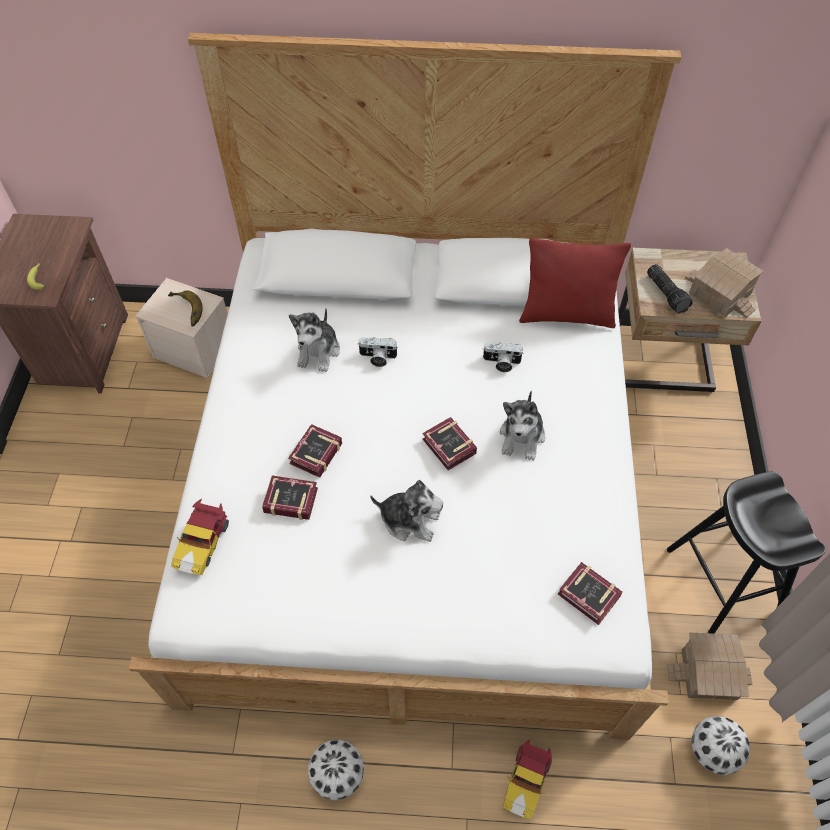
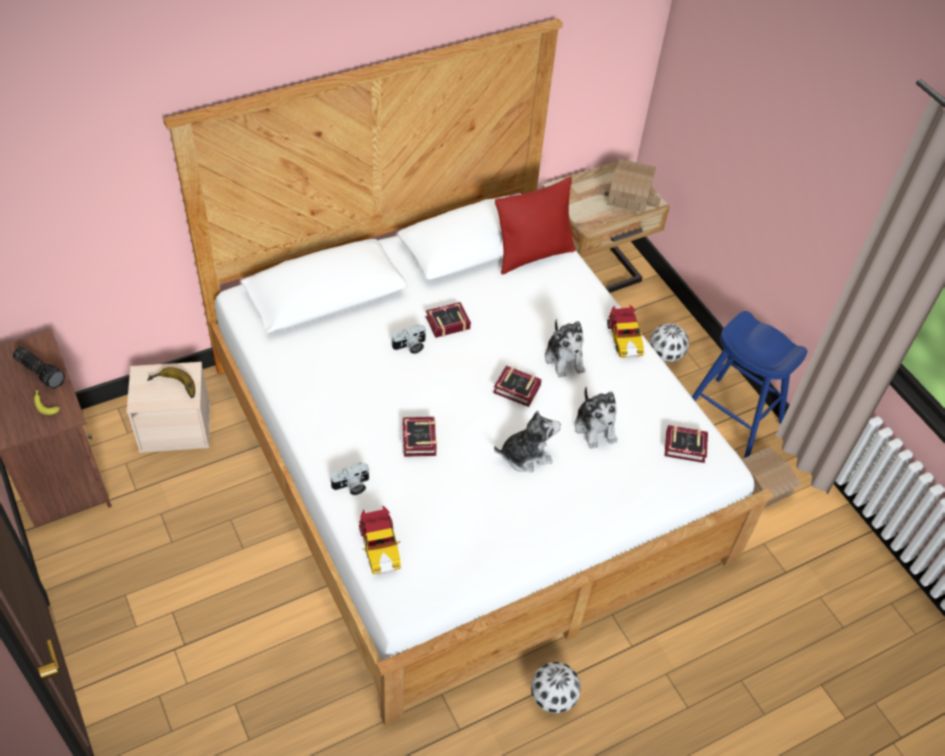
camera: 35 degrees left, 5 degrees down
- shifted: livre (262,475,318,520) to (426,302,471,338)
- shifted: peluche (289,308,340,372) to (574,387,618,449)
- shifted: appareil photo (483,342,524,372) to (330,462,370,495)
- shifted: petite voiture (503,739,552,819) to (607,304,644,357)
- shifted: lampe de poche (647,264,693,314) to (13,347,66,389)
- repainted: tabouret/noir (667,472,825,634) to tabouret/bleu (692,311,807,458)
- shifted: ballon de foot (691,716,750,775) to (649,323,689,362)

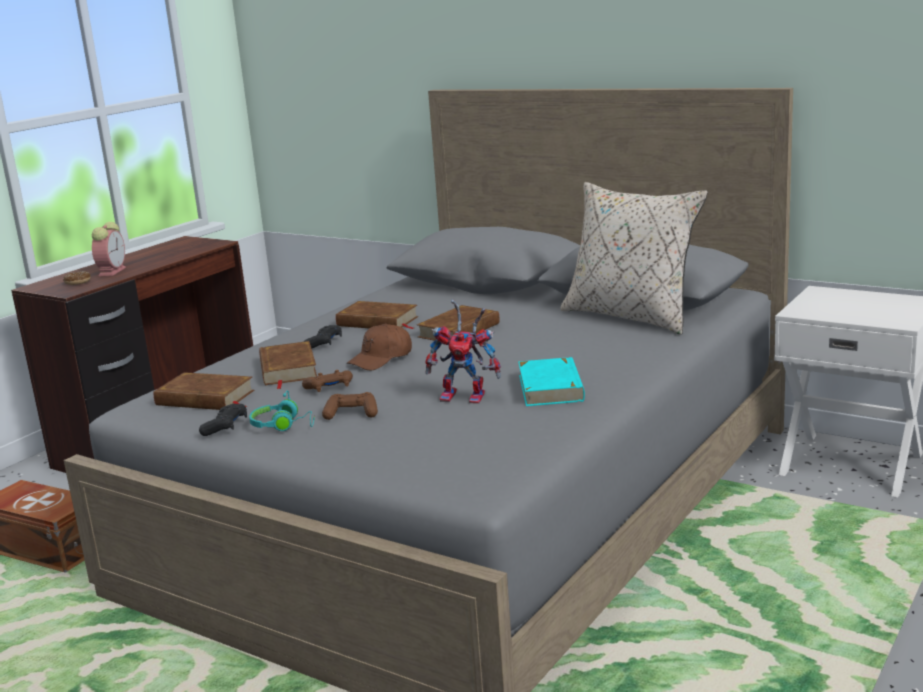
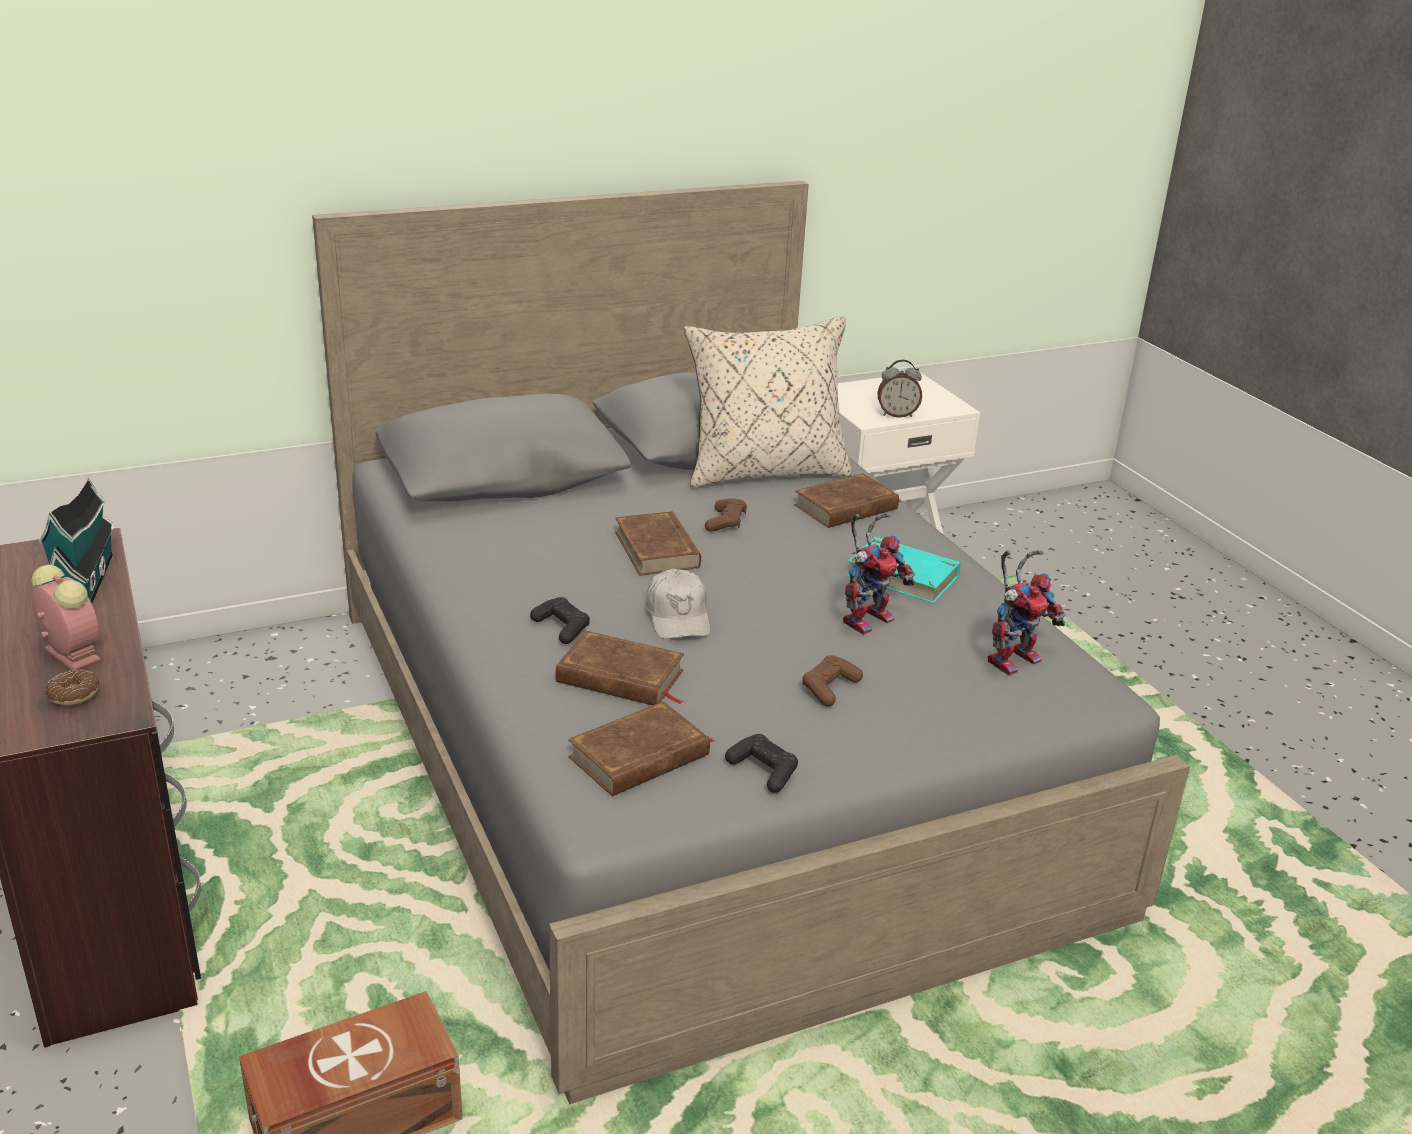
camera: 60 degrees left, 10 degrees up
- gone: casque audio/turquoise (249,390,315,431)
- shifted: manette/marron (302,370,353,392) to (705,499,747,532)
- shifted: livre/marron (336,301,418,329) to (794,473,902,528)
- repainted: casquette/marron (347,324,412,371) to casquette/blanc (646,569,710,639)
- new: maison miniature (39,478,115,603)
- new: réveil (877,360,922,418)
- new: robot jouet (988,550,1066,676)

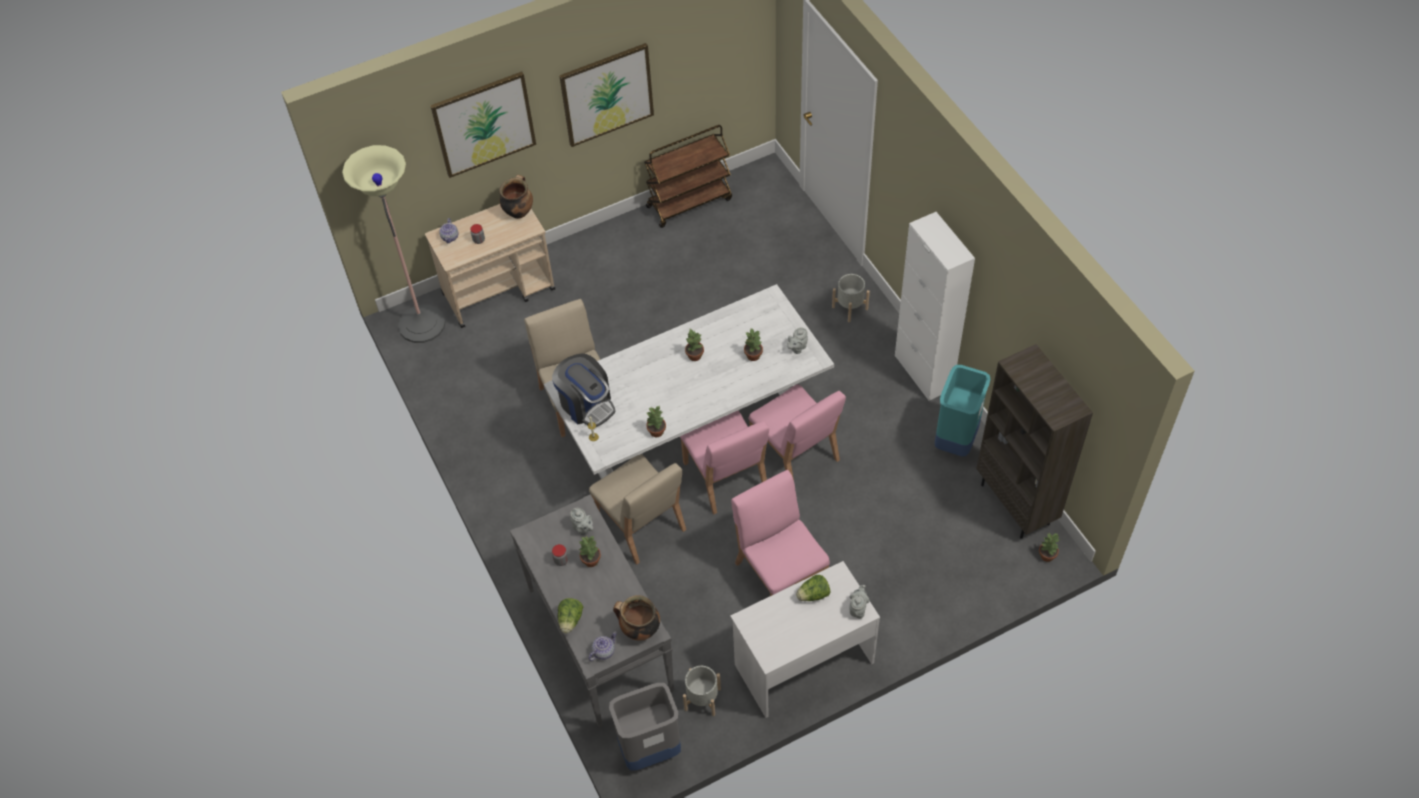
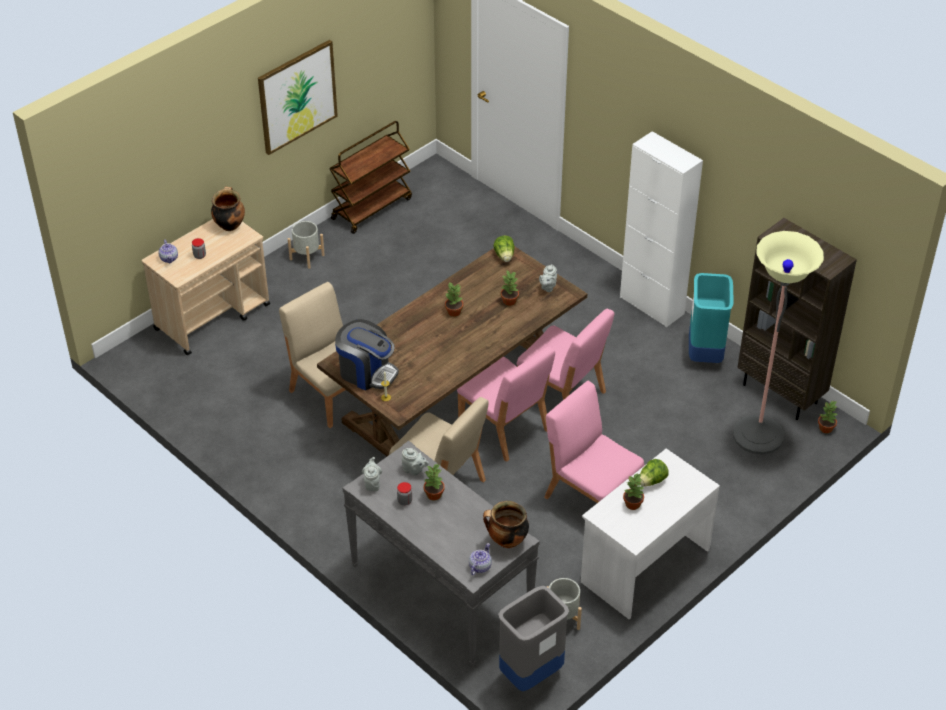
camera: 20 degrees left, 10 degrees down
- shifted: lampadaire (342,145,446,343) to (733,231,824,455)
- gone: tableau (430,72,536,178)
- repainted: table à manger/blanc (544,284,834,479) to table à manger/marron (317,246,587,456)
- shifted: laitue (558,598,583,634) to (493,235,515,262)
- shifted: plante en pot (646,406,666,437) to (623,472,644,510)
- shifted: cache-pot/gris (832,274,870,322) to (288,221,325,269)
- shifted: théière/gris (849,585,870,619) to (362,457,382,491)

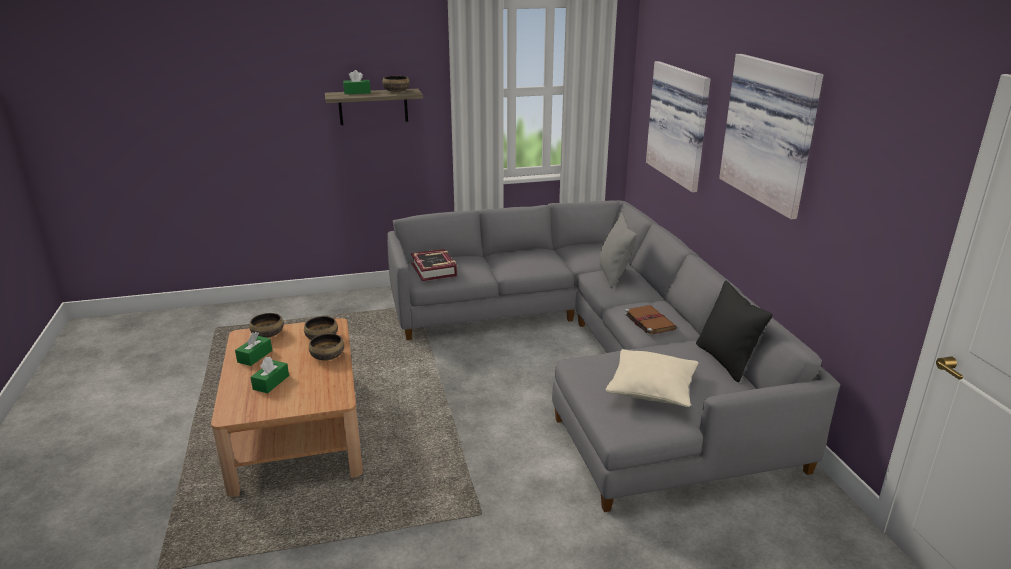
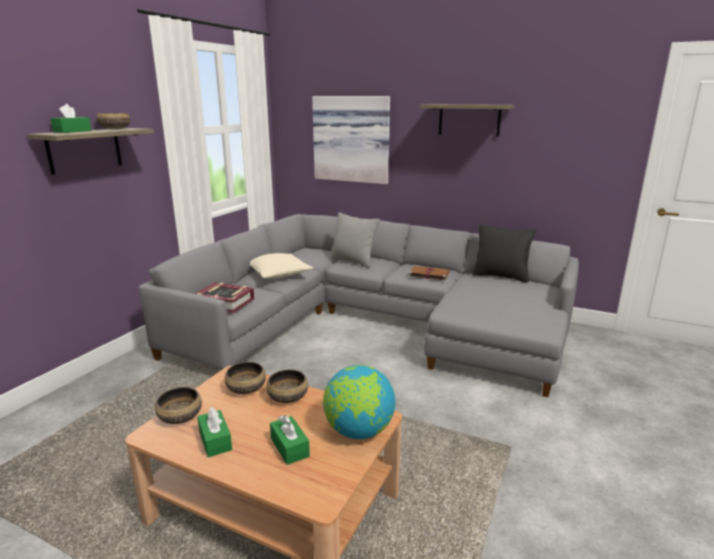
camera: 50 degrees left, 5 degrees down
- shifted: coussin/beige (606,349,699,407) to (250,253,314,279)
- swapped: tableau (719,54,823,219) to étagère (420,104,514,137)
- new: globe (323,365,395,439)

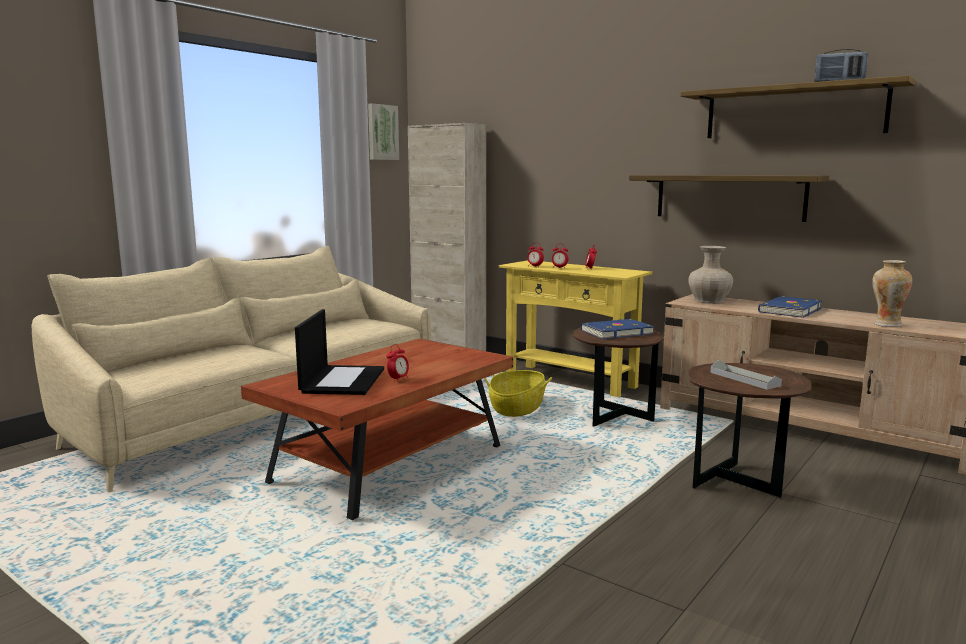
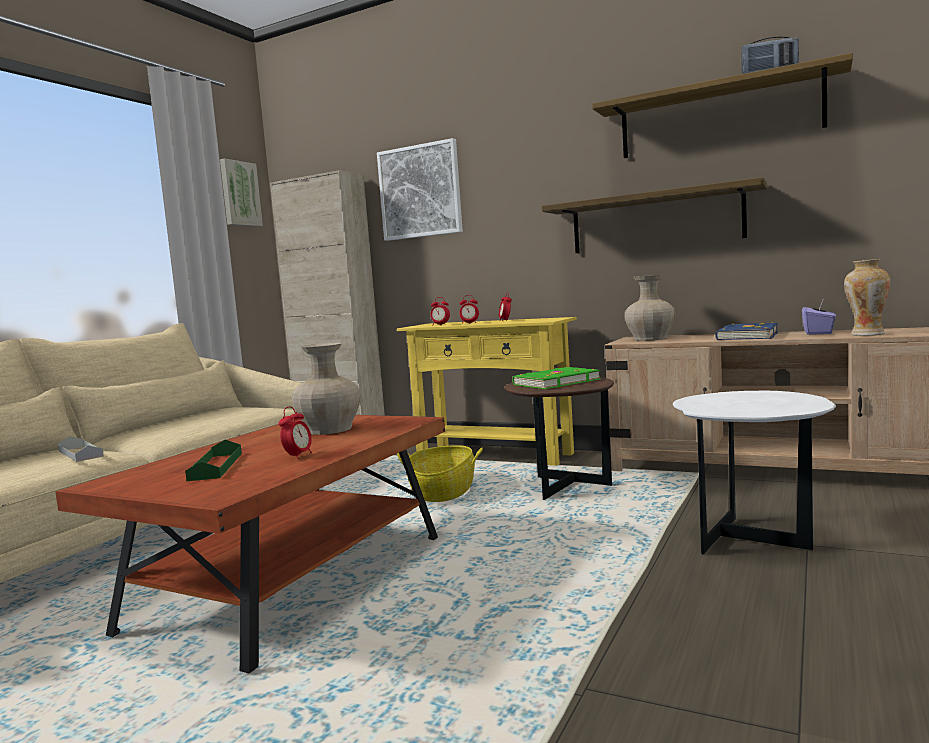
camera: 10 degrees left, 5 degrees down
- swapped: ordinateur portable (295,309,384,395) to plateau/vert (185,440,242,481)
- repainted: livre/bleu (581,319,655,339) to livre/vert (513,367,601,389)
- repainted: table d'appoint/marron (689,363,812,499) to table d'appoint/blanc (673,391,836,555)
- shifted: plateau/gris (710,360,782,390) to (58,436,104,462)
- new: vase/beige (292,343,360,435)
- new: tableau (377,138,463,241)
- new: boîte à mouchoirs/violet (802,298,836,335)

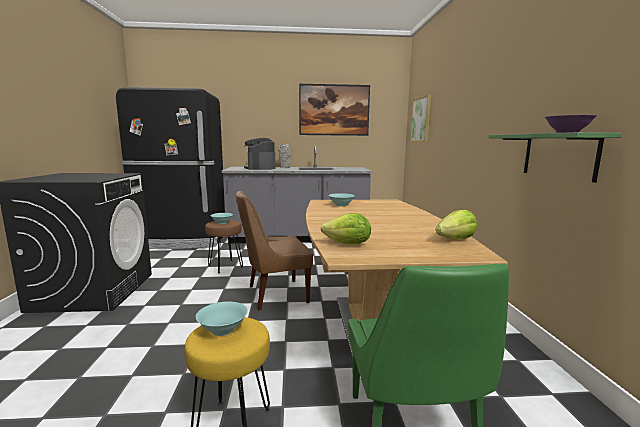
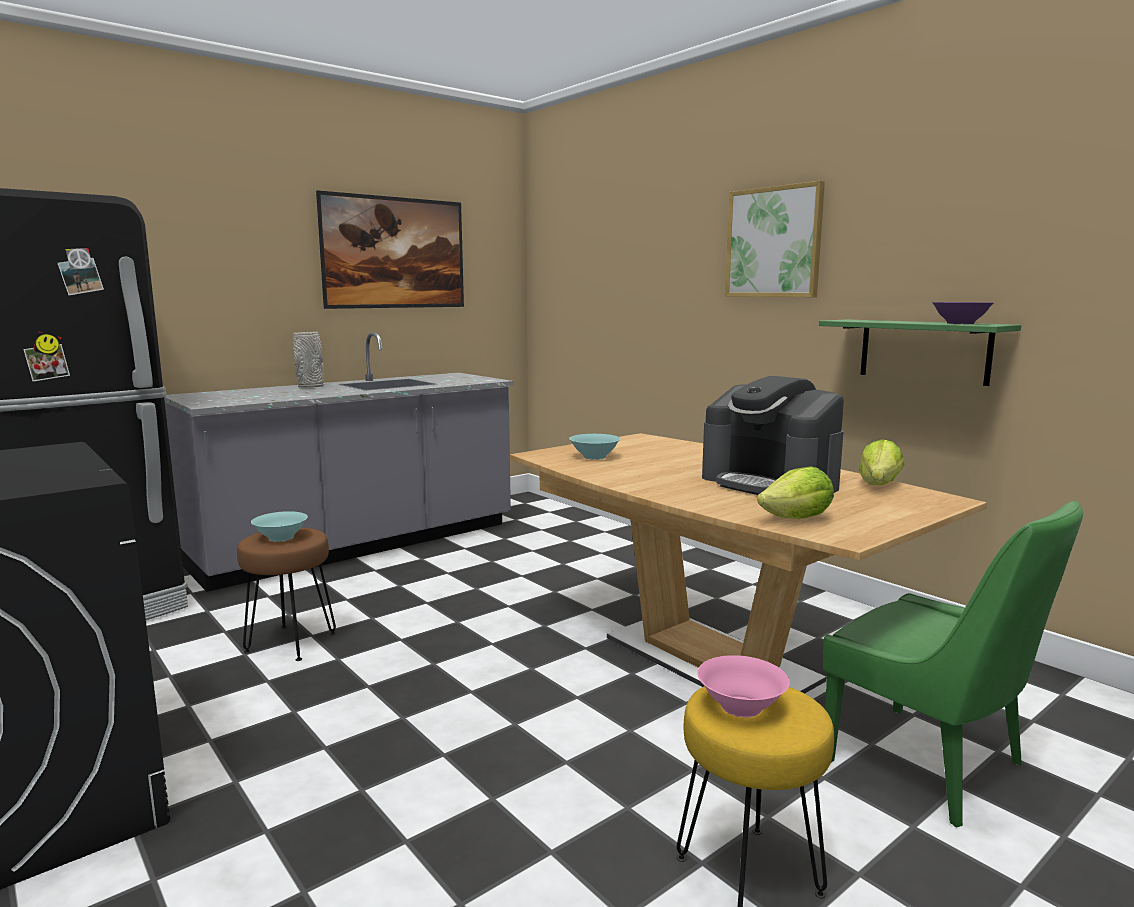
camera: 35 degrees left, 0 degrees up
- repainted: bol/turquoise (196,301,248,336) to bol/rose (697,655,790,718)
- gone: chaise/marron (236,190,313,310)
- shifted: machine à café (244,138,275,170) to (702,376,844,495)
- shifted: tableau (410,95,431,142) to (725,181,825,297)

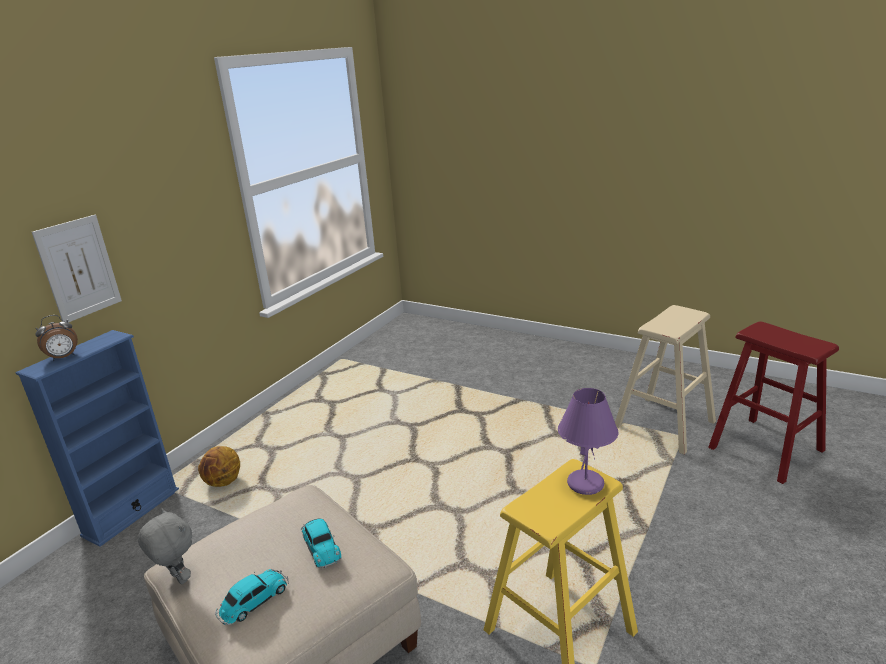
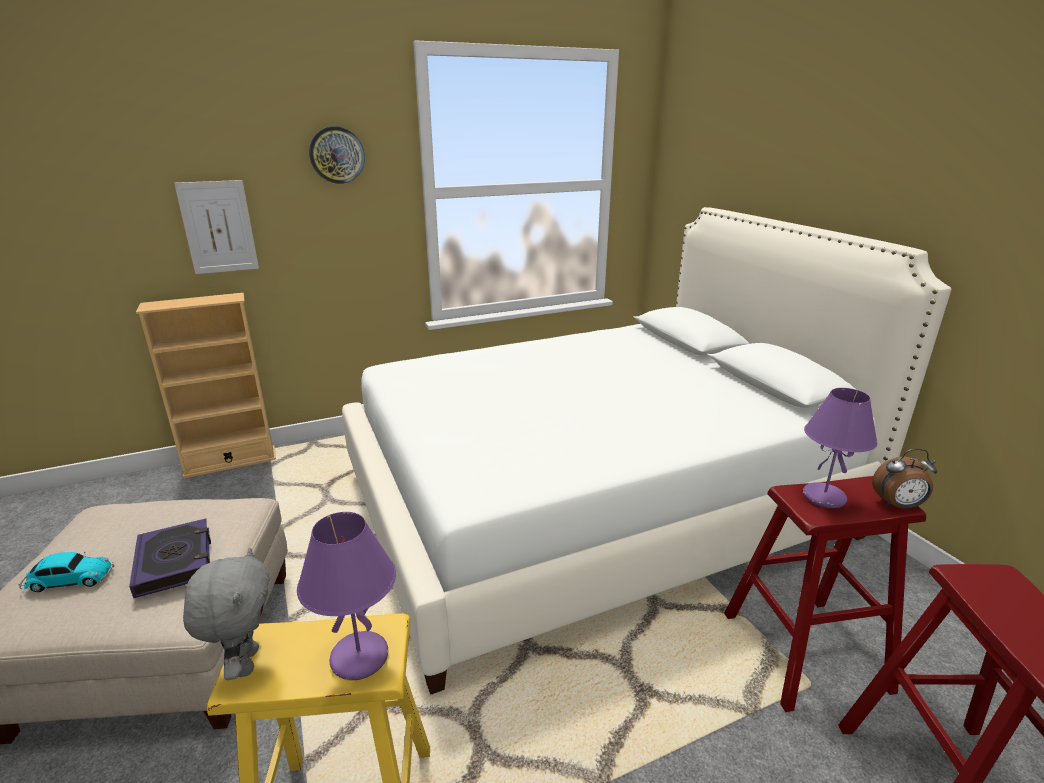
camera: 35 degrees right, 0 degrees up
- repainted: bibliothèque/bleu (15,330,179,547) to bibliothèque/beige (136,293,276,479)
- shifted: réveil (35,315,78,361) to (872,449,937,509)
- shifted: peluche/gris (138,509,192,584) to (183,547,270,680)
- gone: ballon de basket (198,446,240,487)
- swapped: petite voiture (301,518,341,568) to livre (129,519,211,598)
- repainted: tabouret/beige (615,305,716,455) to tabouret/rouge (724,476,926,712)
- new: horloge murale (309,126,365,184)
- new: lit/blanc (342,207,951,695)
- new: lampe de table/violet (803,388,878,508)

